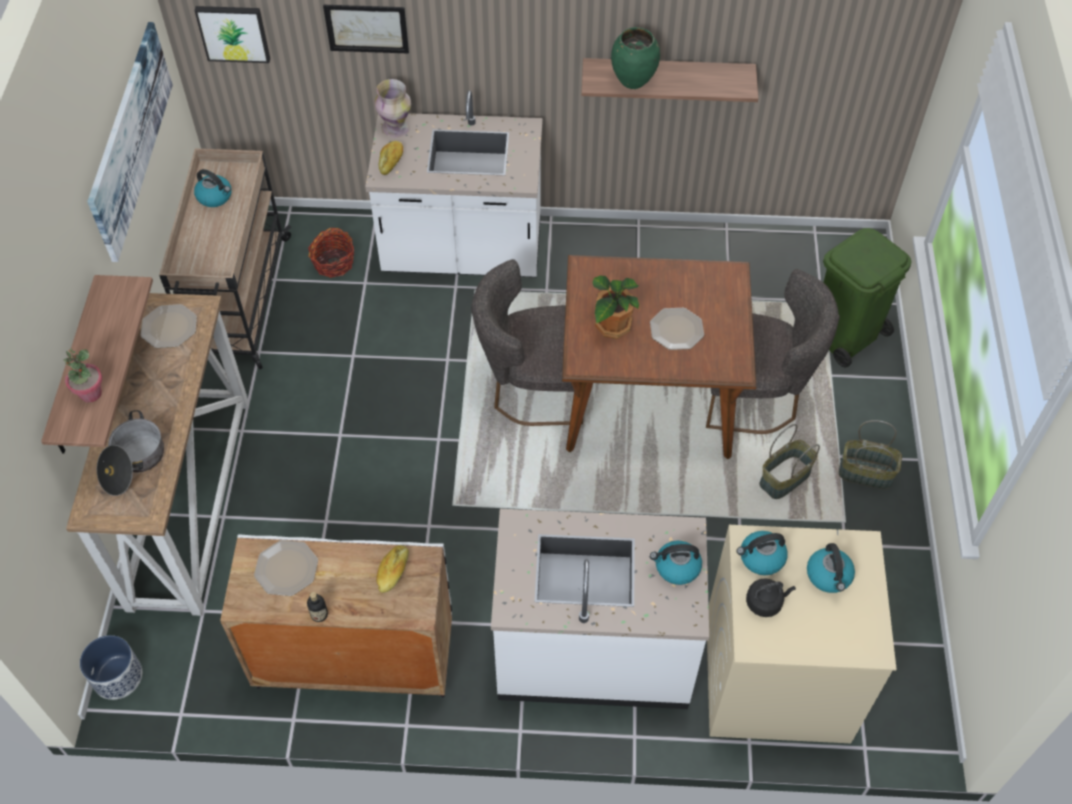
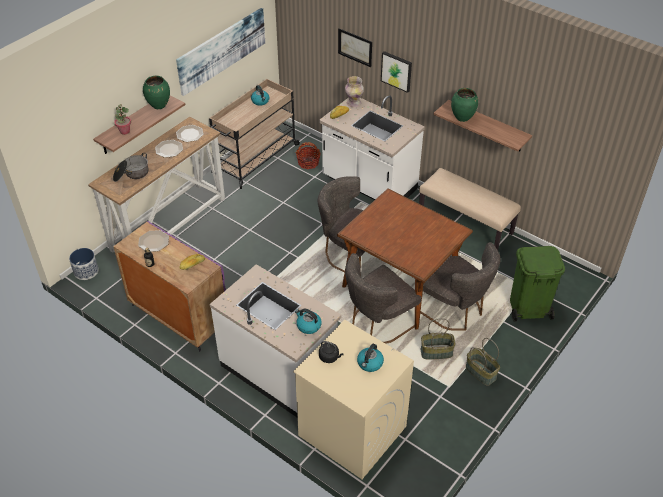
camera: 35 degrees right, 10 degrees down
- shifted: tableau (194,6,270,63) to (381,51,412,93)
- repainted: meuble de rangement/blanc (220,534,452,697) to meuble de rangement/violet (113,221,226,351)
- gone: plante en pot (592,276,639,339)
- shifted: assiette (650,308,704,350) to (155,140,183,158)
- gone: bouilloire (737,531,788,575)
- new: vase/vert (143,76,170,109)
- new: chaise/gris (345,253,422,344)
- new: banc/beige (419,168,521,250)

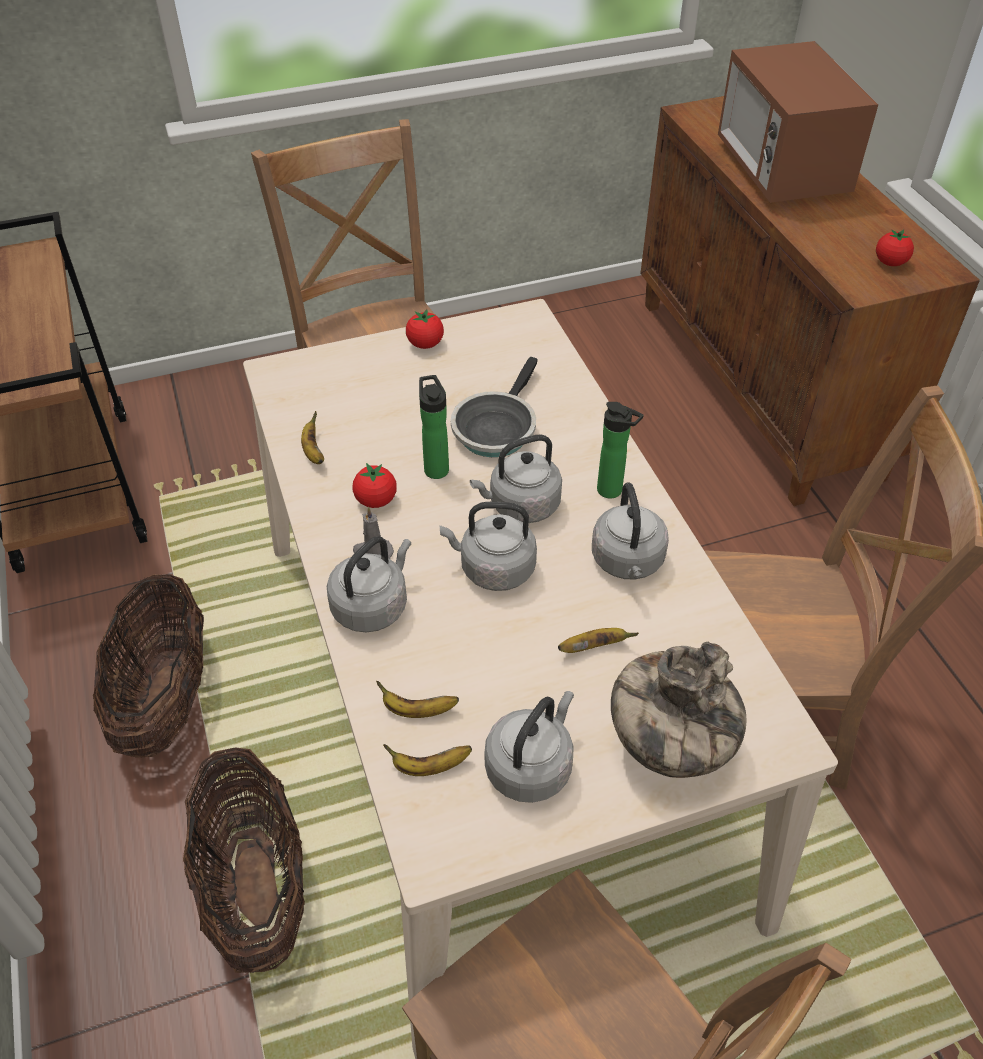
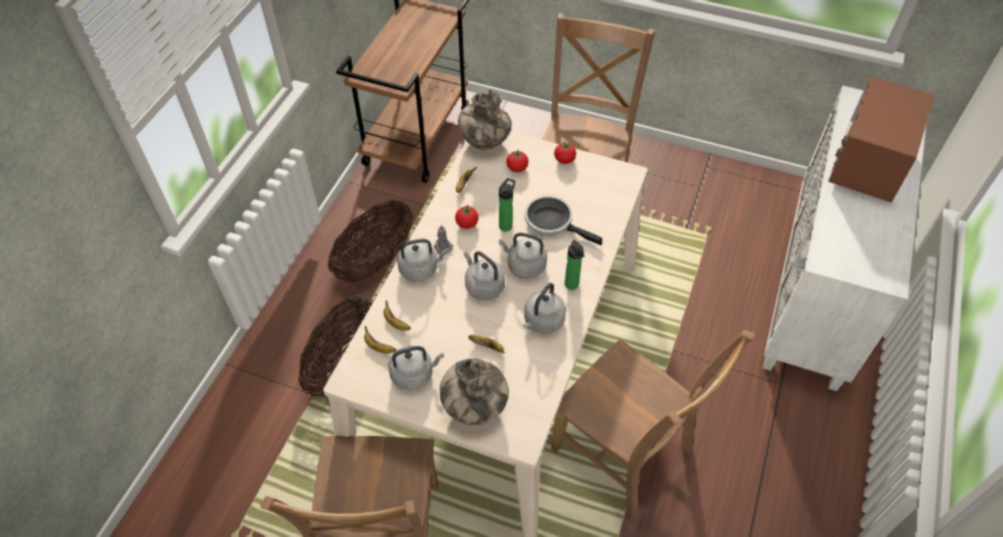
camera: 40 degrees right, 5 degrees up
- rotated: poêle (451,356,538,457) = (524,196,602,245) 60 degrees clockwise
- repainted: meuble de rangement/marron (640,96,980,506) to meuble de rangement/blanc (763,86,926,391)
- shifted: tomate (876,229,914,266) to (506,150,529,172)
- new: vase (458,90,512,150)

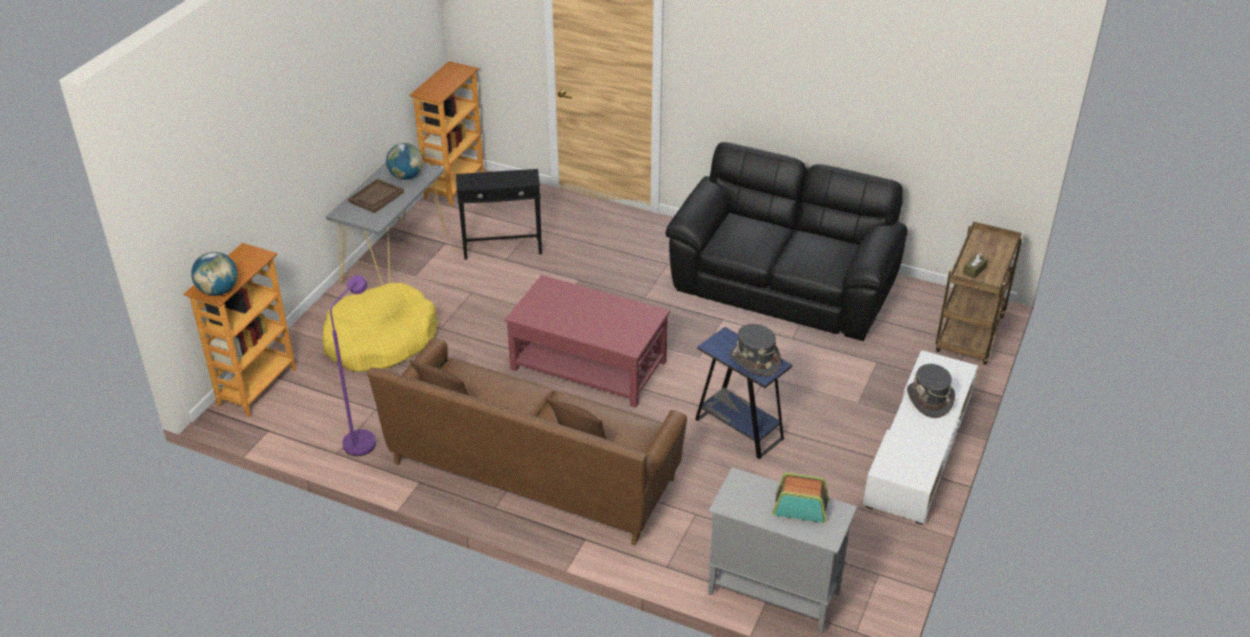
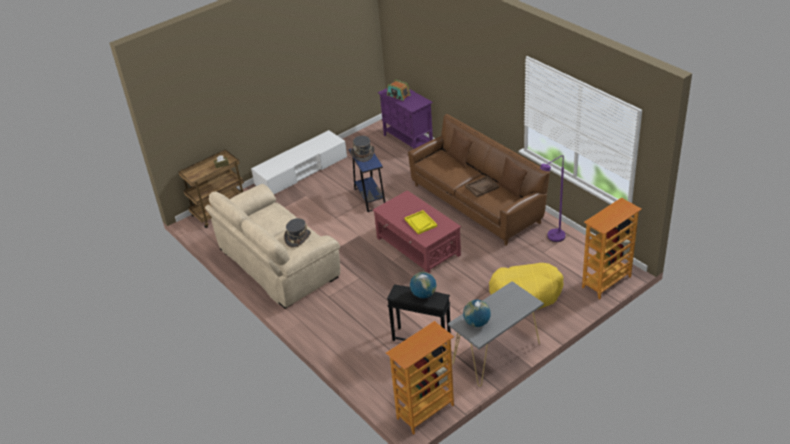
camera: 150 degrees left, 0 degrees up
- shifted: globe (191,252,238,296) to (410,272,436,298)
- shifted: plateau/marron (348,179,404,213) to (465,176,499,197)
- repainted: canapé/noir (666,142,908,341) to canapé/beige (205,184,340,309)
- repainted: meuble de rangement/gris (708,467,857,634) to meuble de rangement/violet (378,88,433,149)
- shifted: chapeau/gris (907,364,955,418) to (284,218,311,248)
- new: plateau/jaune (404,210,437,234)

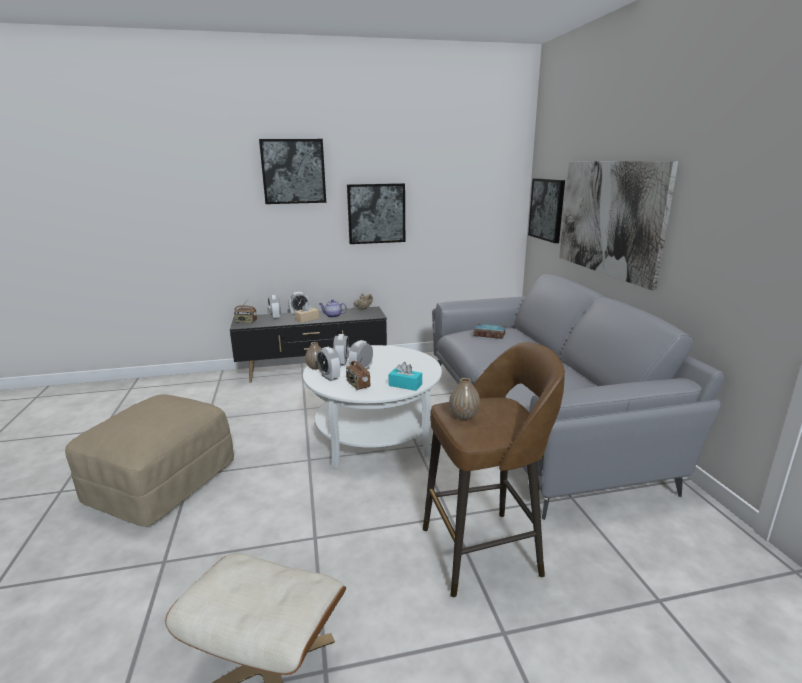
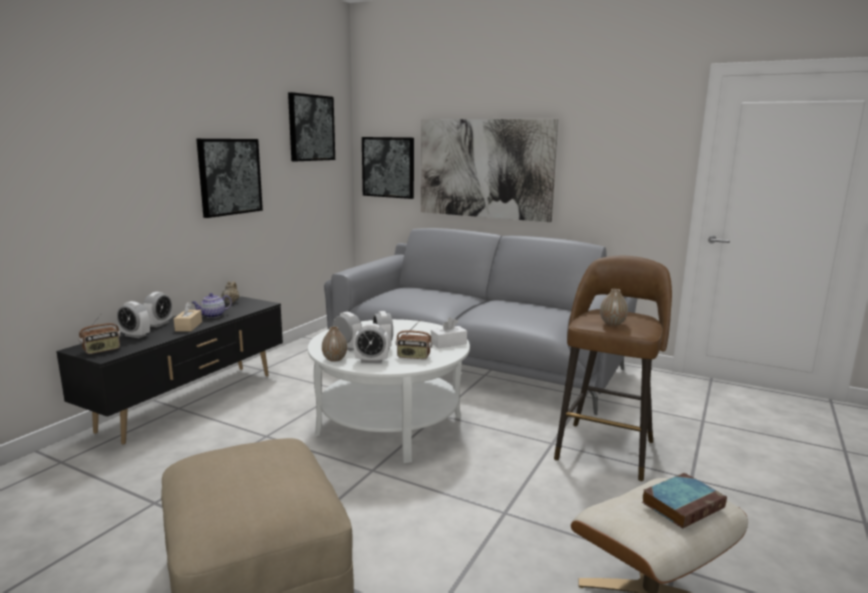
camera: 50 degrees left, 5 degrees down
- shifted: tableau (259,139,326,204) to (288,92,335,161)
- repainted: boîte à mouchoirs/turquoise (388,362,422,391) to boîte à mouchoirs/blanc (431,317,467,348)
- shifted: livre (474,324,506,339) to (642,473,727,528)

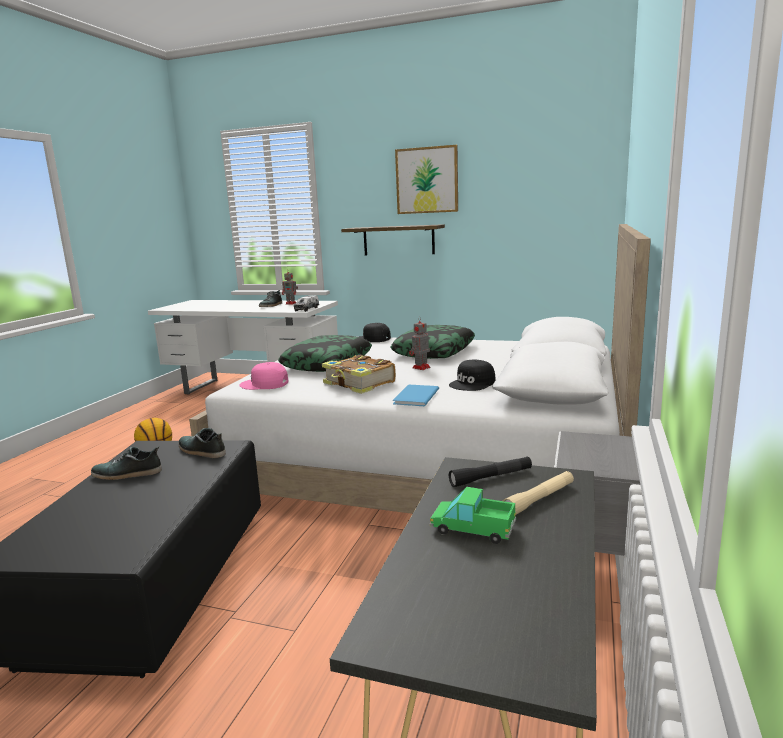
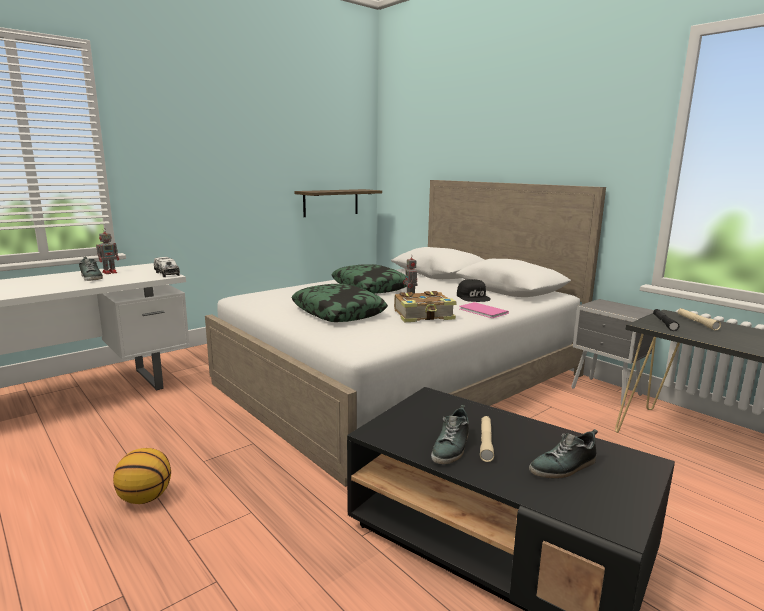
camera: 60 degrees left, 0 degrees up
- shifted: chaussure (178,428,226,458) to (529,429,598,479)
- gone: casquette/rose (239,362,289,390)
- shifted: étagère (341,224,445,256) to (294,189,382,217)
- gone: casquette/noir (359,323,391,342)
- repainted: livre/bleu (393,385,439,406) to livre/rose (459,302,509,318)
- gone: tableau (395,145,458,214)
- gone: camion jouet (430,487,516,544)
- new: lampe de poche/beige (480,416,494,462)

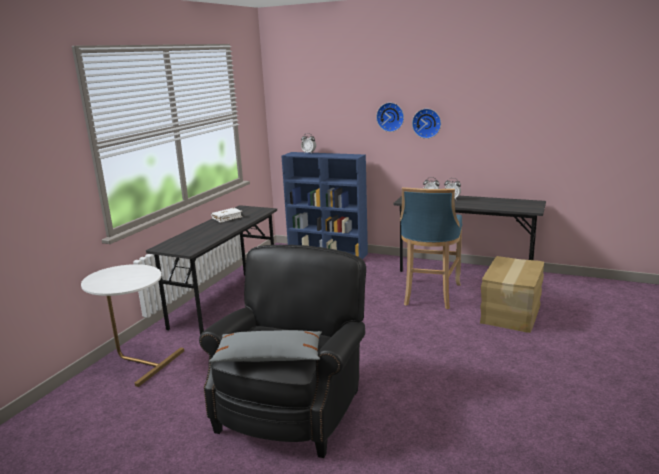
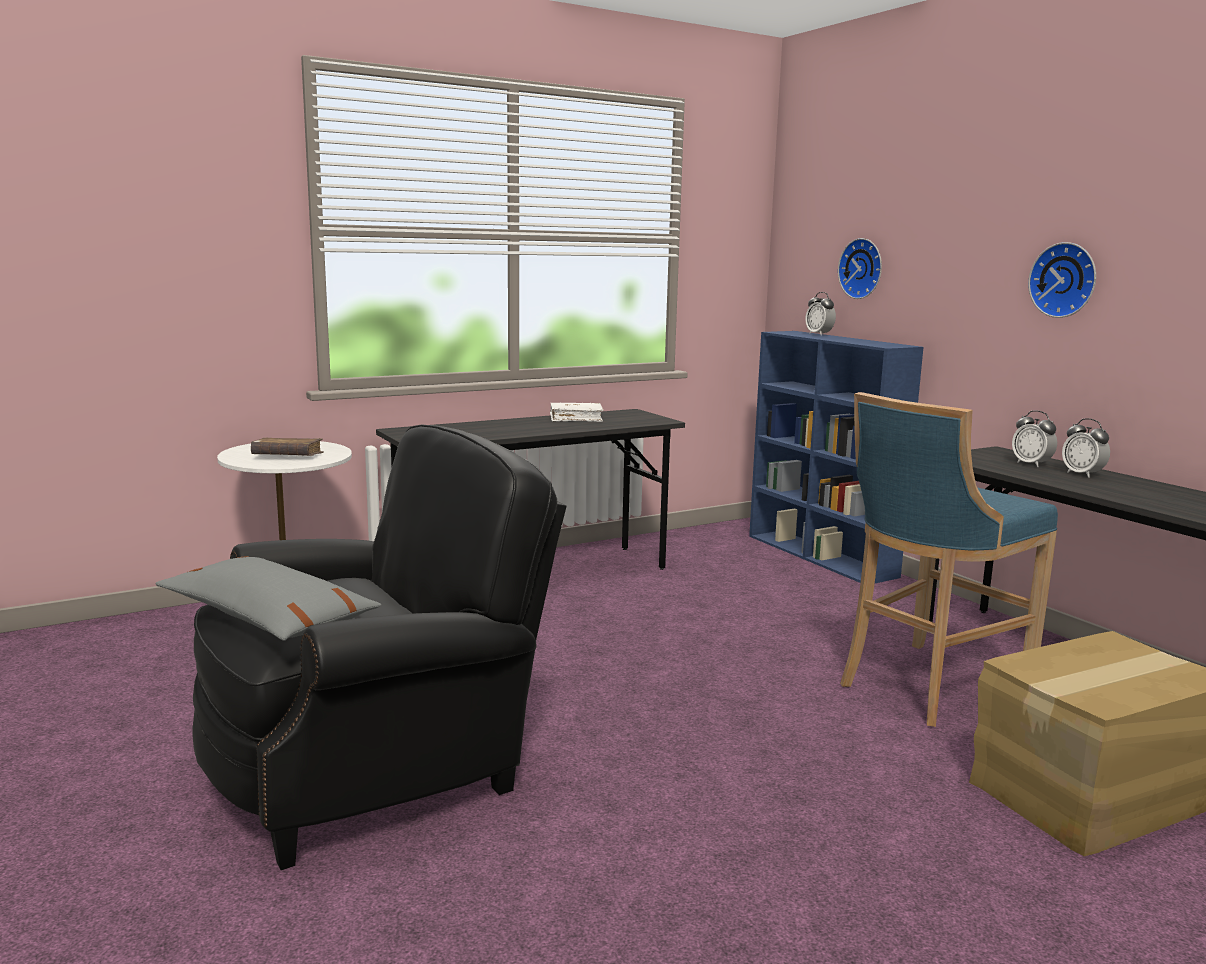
camera: 35 degrees right, 5 degrees down
- shifted: horloge murale (376,102,404,132) to (838,238,882,299)
- new: livre/marron (251,437,323,456)

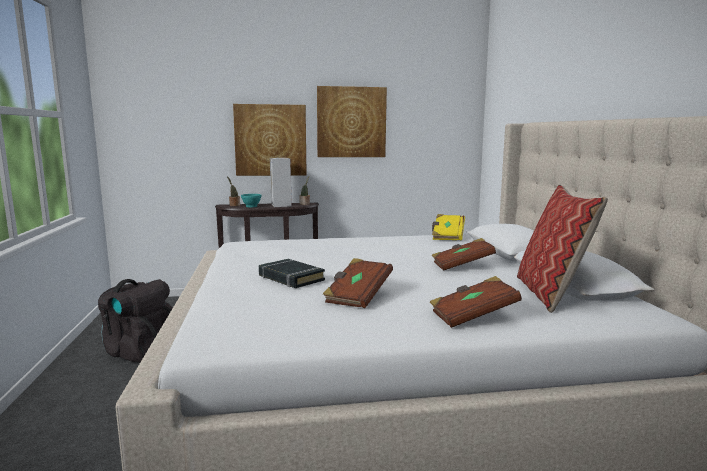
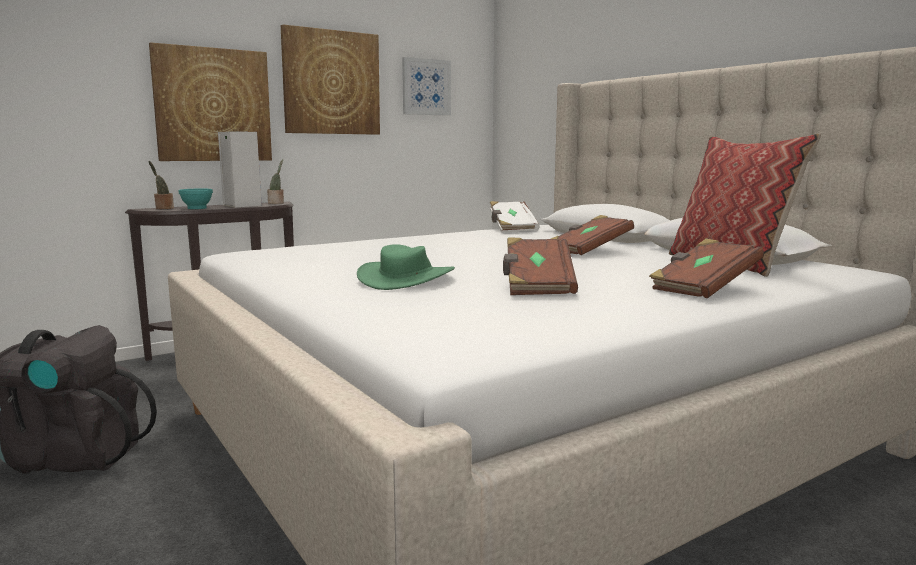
camera: 25 degrees left, 0 degrees up
- swapped: livre/noir (259,259,325,288) to chapeau/vert (357,244,455,290)
- repainted: livre/jaune (432,214,465,240) to livre/blanc (490,201,540,232)
- new: tableau (402,57,451,116)

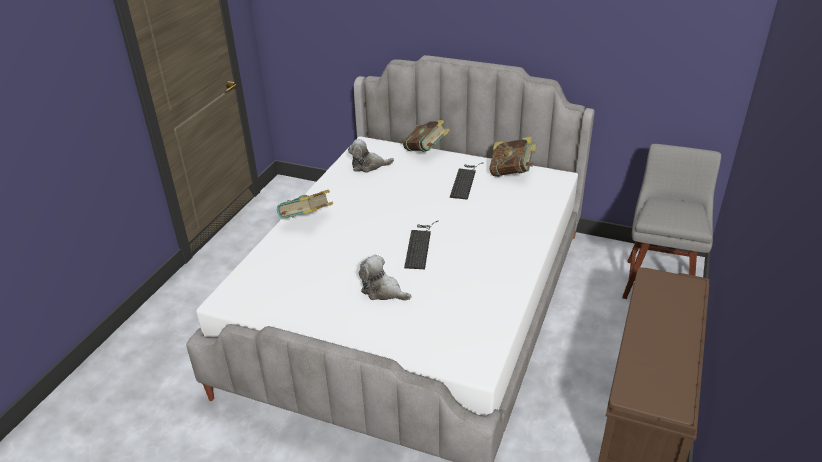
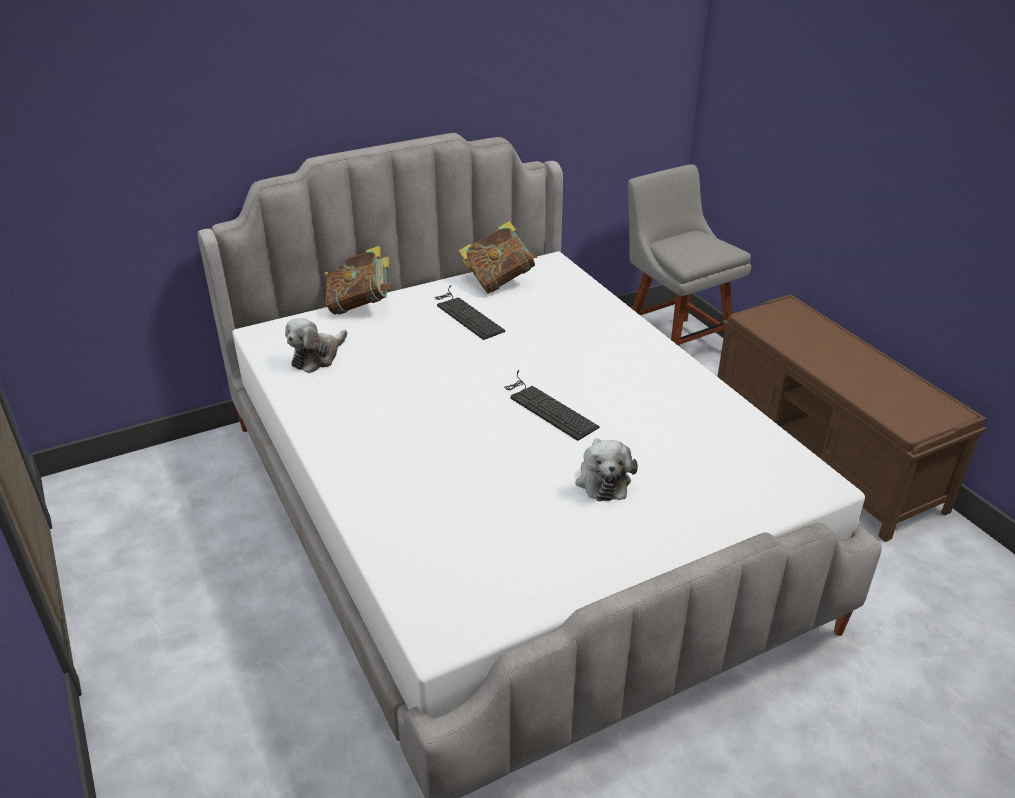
camera: 50 degrees left, 0 degrees up
- gone: livre (277,190,333,219)
- rotated: peluche (359,255,411,301) = (576,438,638,501) 75 degrees counterclockwise

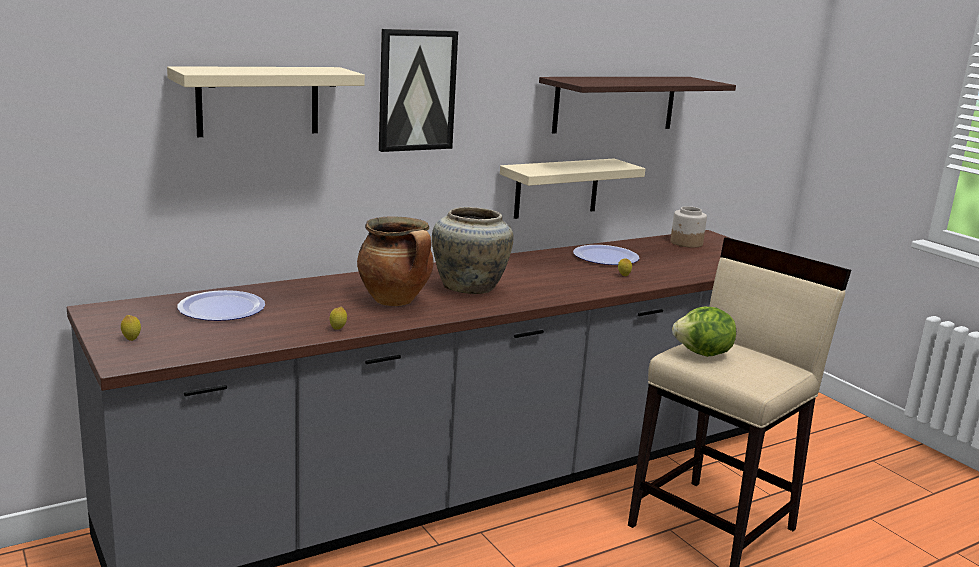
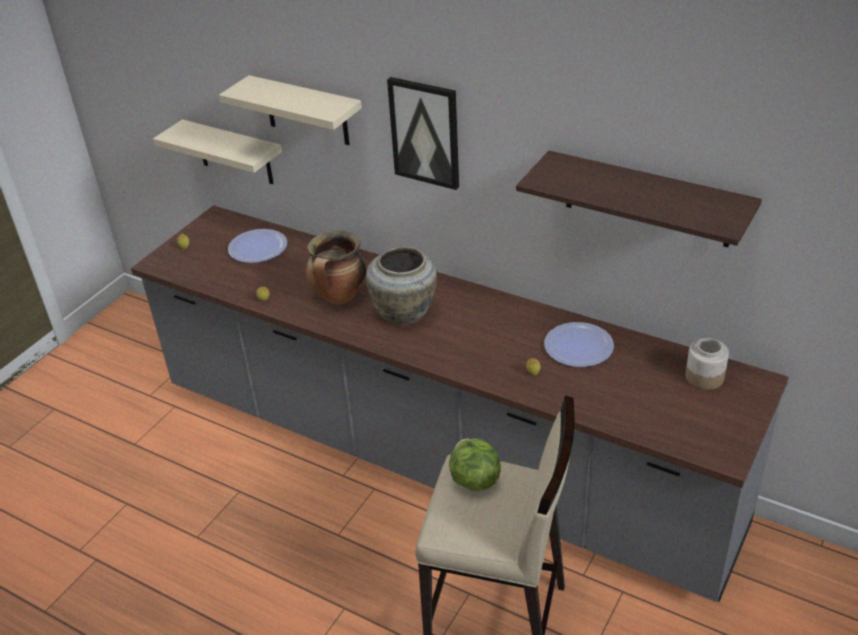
camera: 65 degrees right, 20 degrees up
- shifted: étagère/beige (500,159,646,219) to (153,119,282,184)

